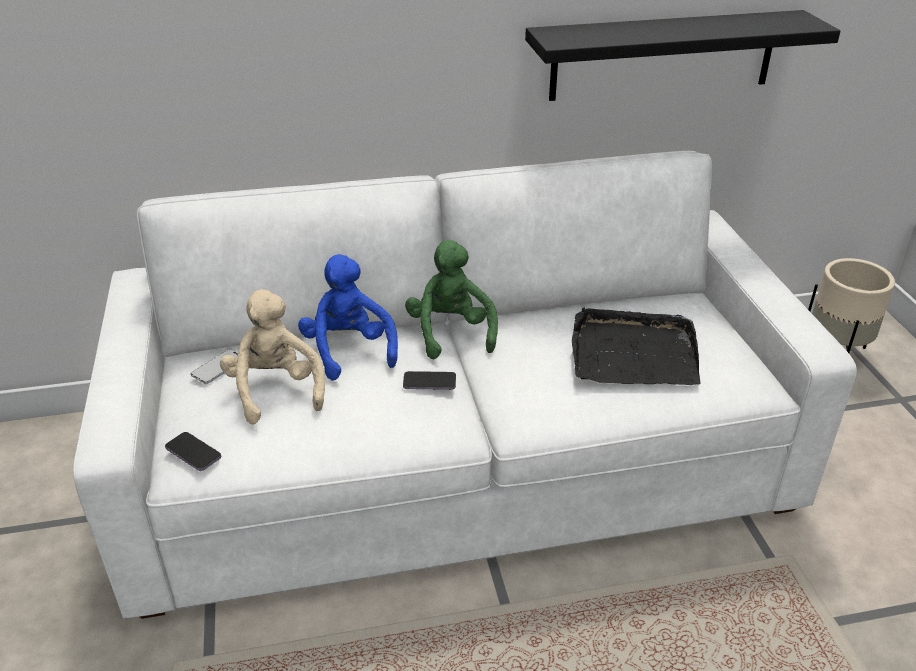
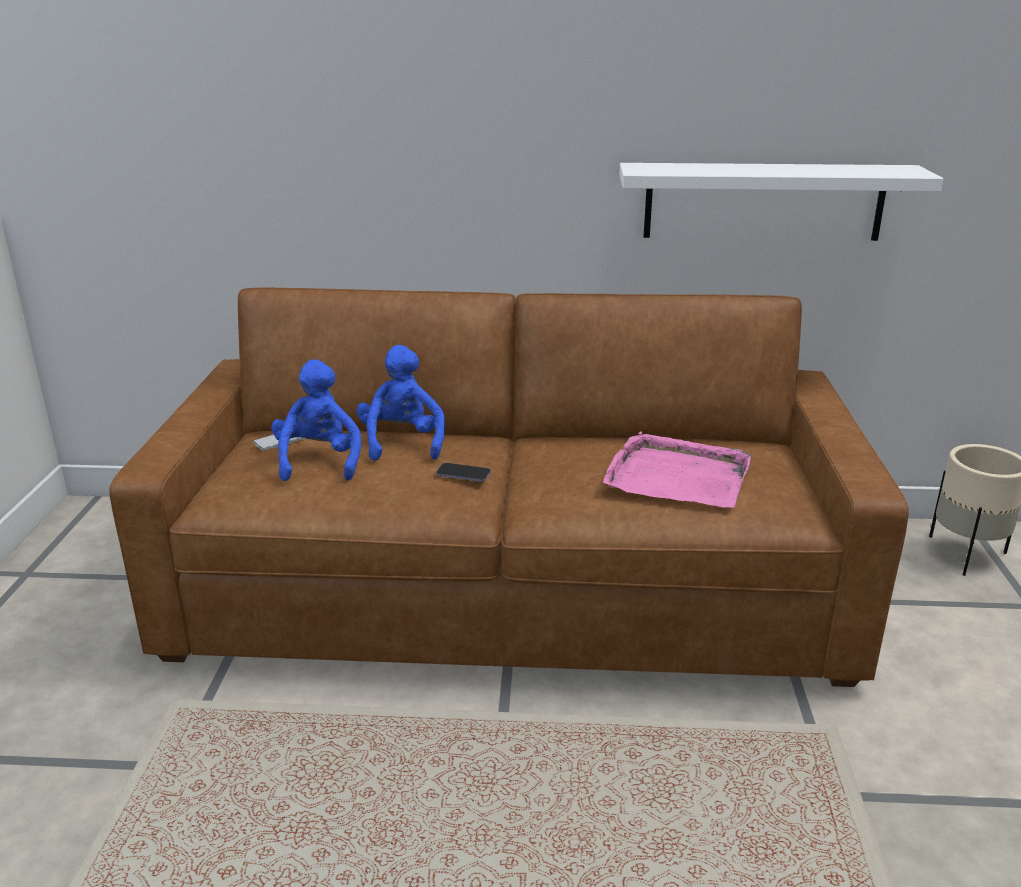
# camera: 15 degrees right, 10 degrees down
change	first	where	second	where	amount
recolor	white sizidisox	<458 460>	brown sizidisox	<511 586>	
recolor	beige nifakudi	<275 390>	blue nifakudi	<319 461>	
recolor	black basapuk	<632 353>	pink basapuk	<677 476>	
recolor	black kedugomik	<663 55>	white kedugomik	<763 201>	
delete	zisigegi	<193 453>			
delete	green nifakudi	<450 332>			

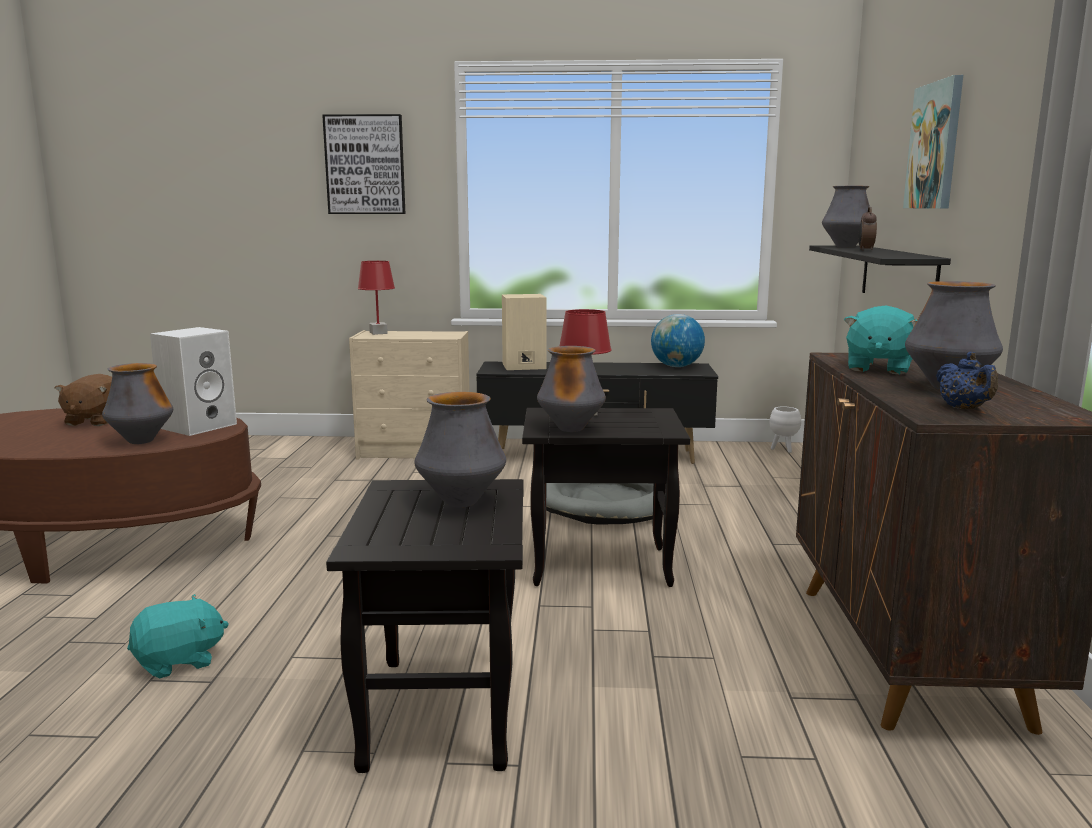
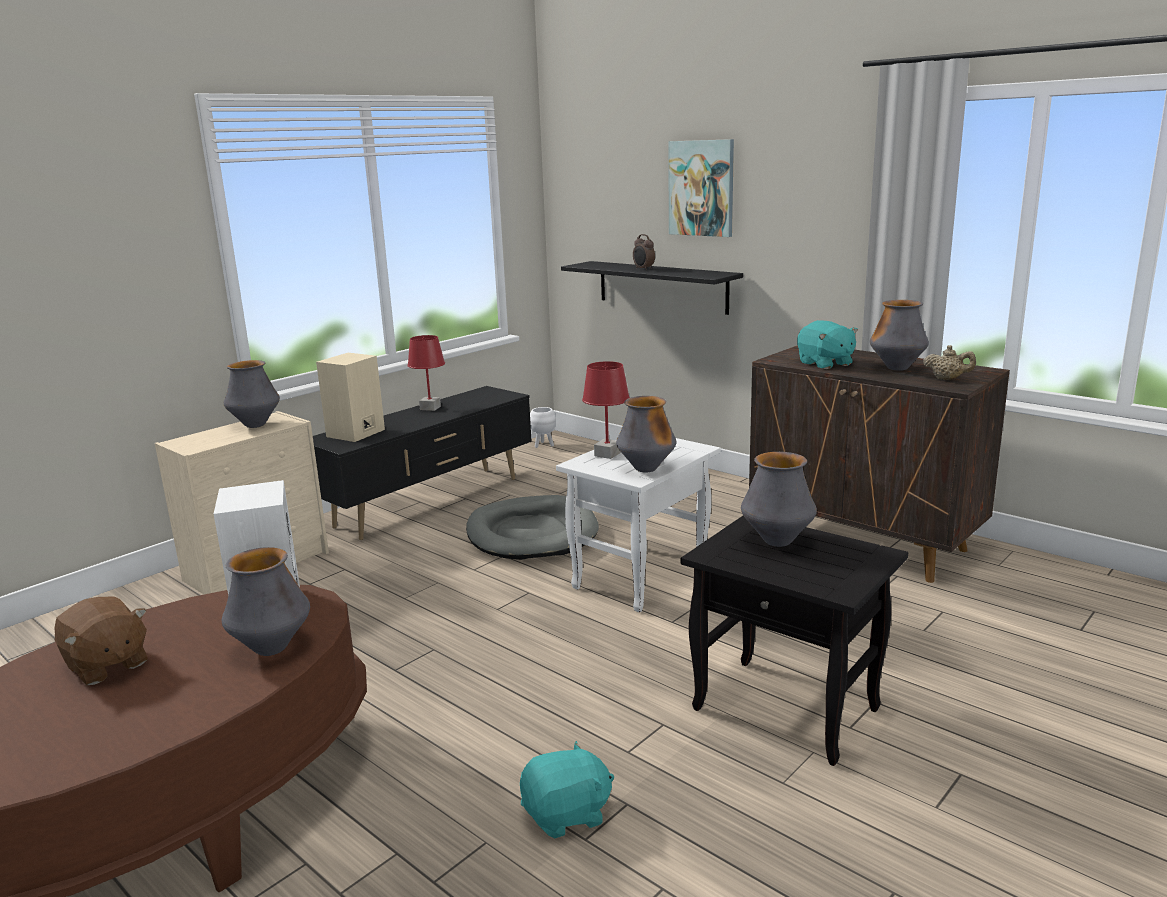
# camera: 50 degrees left, 5 degrees up
change	first	where	second	where	amount
move	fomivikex	<845 247>		<255 425>	
move	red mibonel	<378 333>		<430 408>	
rotate	turquoise nifakudi	<179 661>		<567 814>	60 degrees clockwise
recolor	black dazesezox	<598 567>	white dazesezox	<640 579>	
recolor	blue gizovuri	<964 408>	beige gizovuri	<947 379>	
delete	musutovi	<365 165>			
delete	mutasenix	<676 366>			

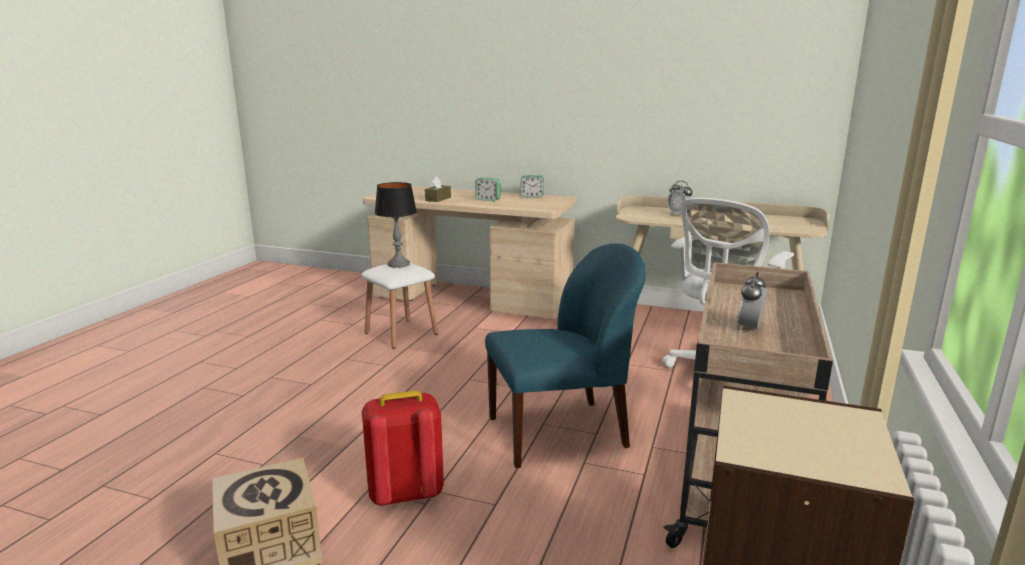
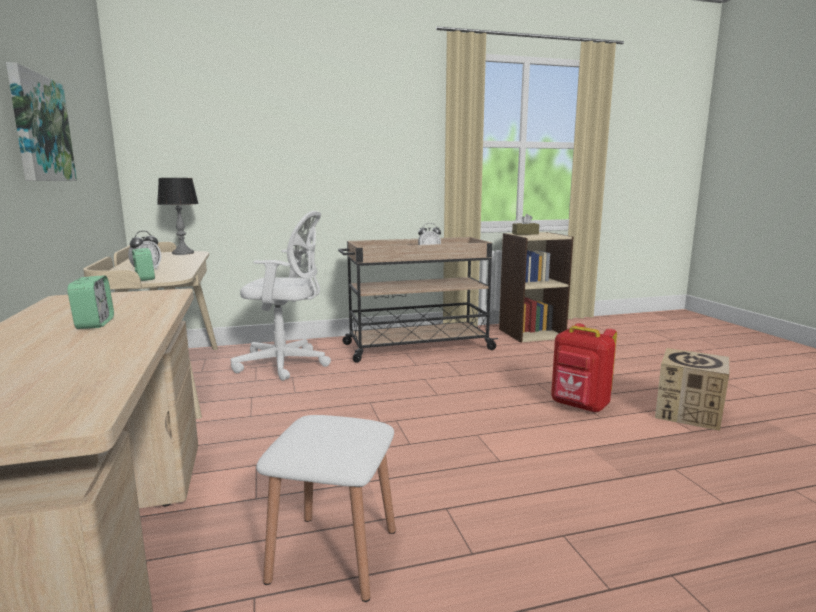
# camera: 125 degrees left, 5 degrees down
change	first	where	second	where	amount
insert			musutovi	<39 128>	
move	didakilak	<532 196>		<145 278>	
move	mibonel	<399 264>		<183 253>	
move	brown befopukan	<438 199>		<525 234>	
delete	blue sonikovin	<560 432>			

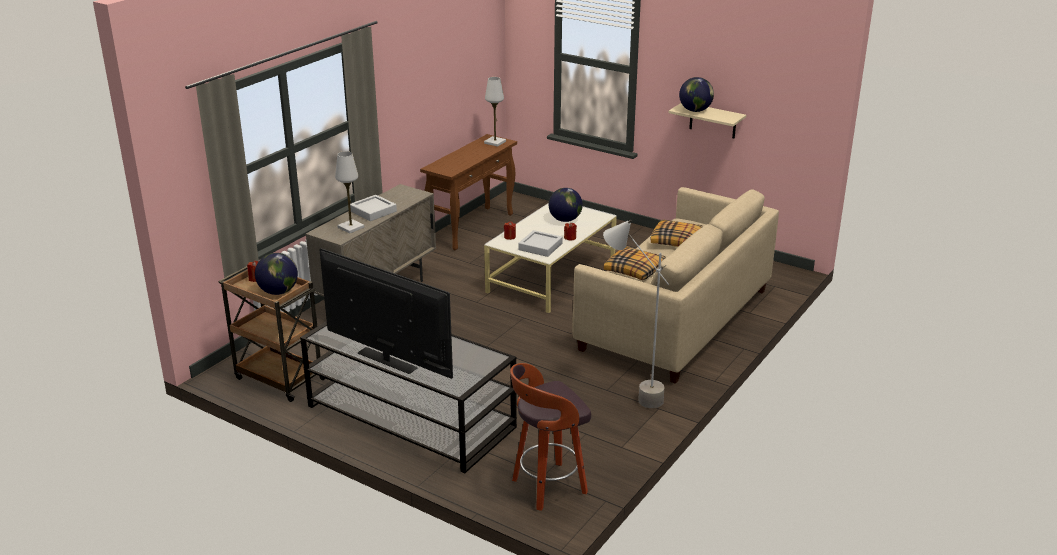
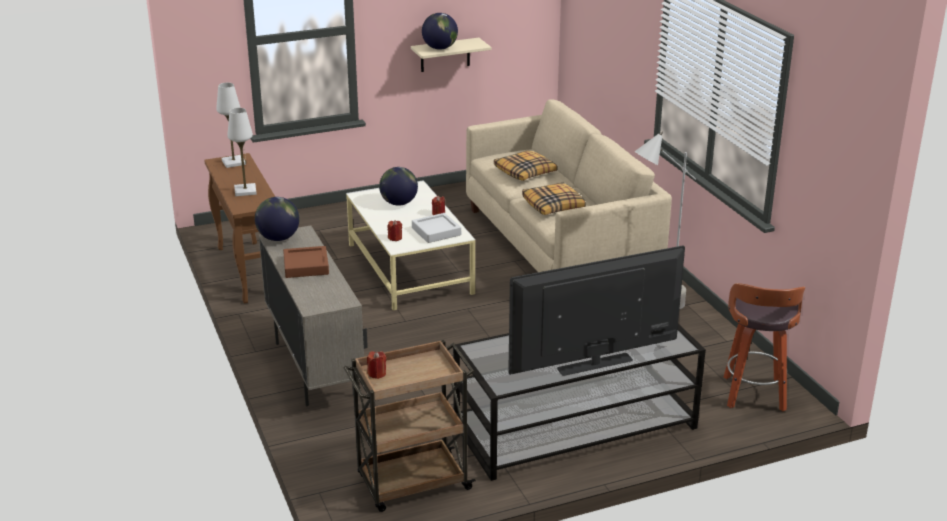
# camera: 55 degrees left, 0 degrees up
change	first	where	second	where	amount
move	white mibonel	<351 227>		<245 191>	
move	mutasenix	<278 291>		<278 238>	
recolor	grey basapuk	<373 211>	brown basapuk	<306 266>	

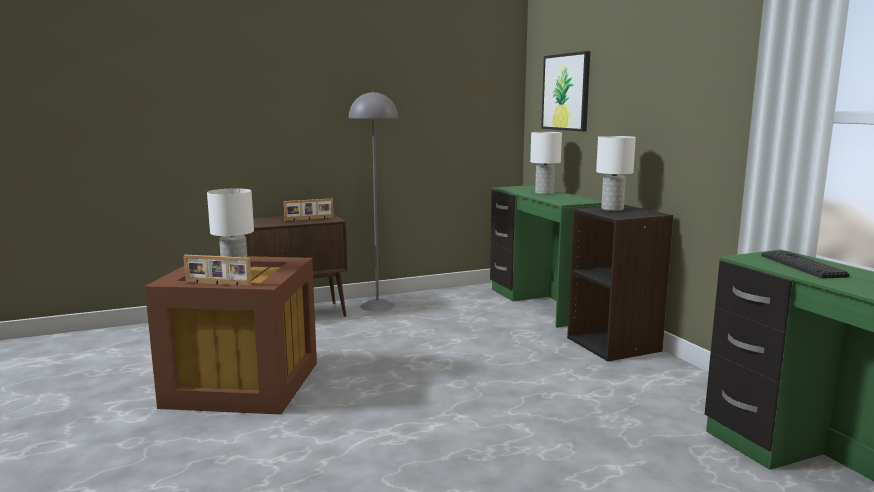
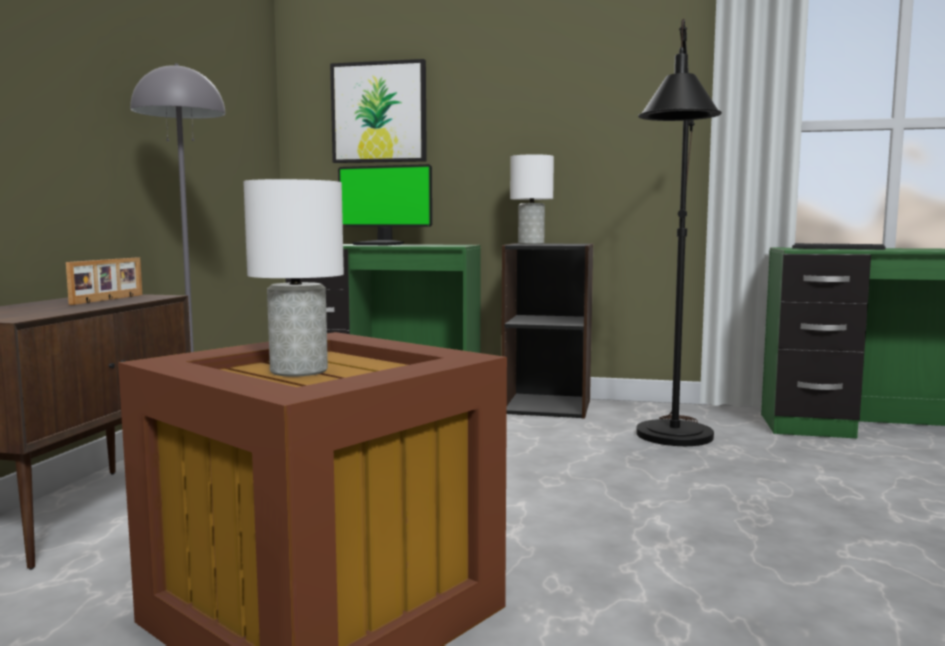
# camera: 55 degrees left, 5 degrees down
change	first	where	second	where	amount
replace	white mibonel	<544 193>	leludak	<380 244>	
insert			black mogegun	<672 441>	
delete	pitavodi	<217 284>			

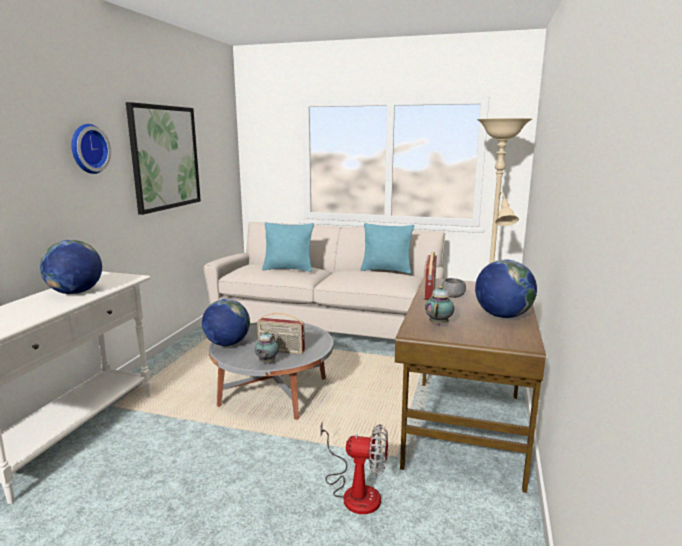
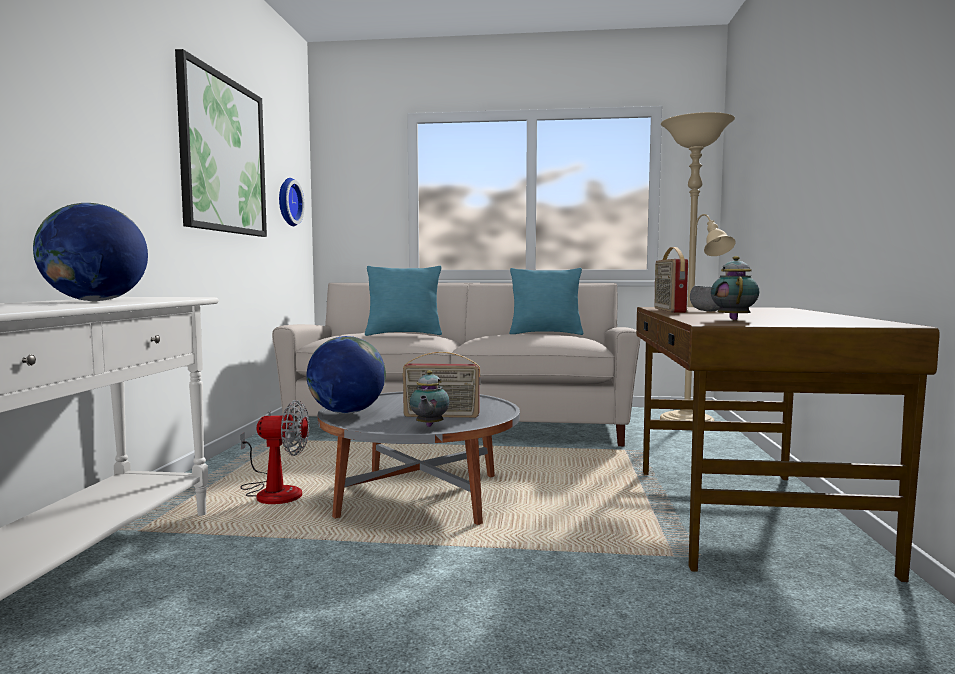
# camera: 10 degrees left, 10 degrees down
change	first	where	second	where	amount
move	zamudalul	<354 491>		<273 492>	
move	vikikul	<87 149>		<287 202>	
delete	mutasenix	<502 316>			

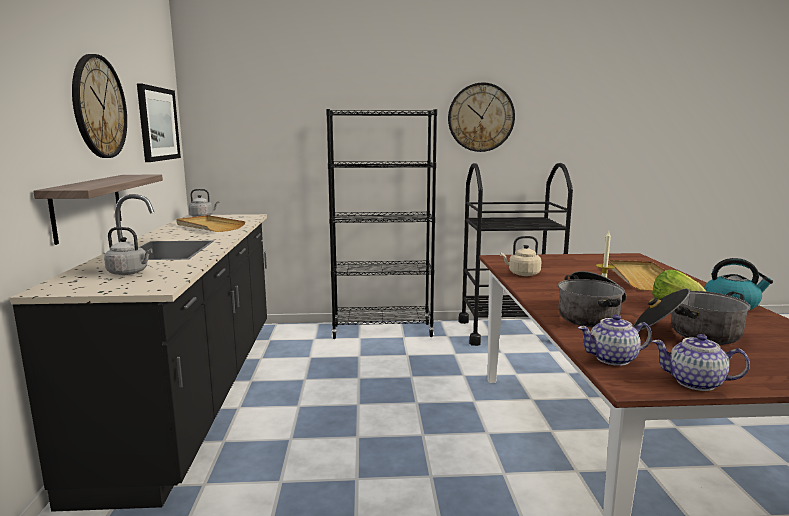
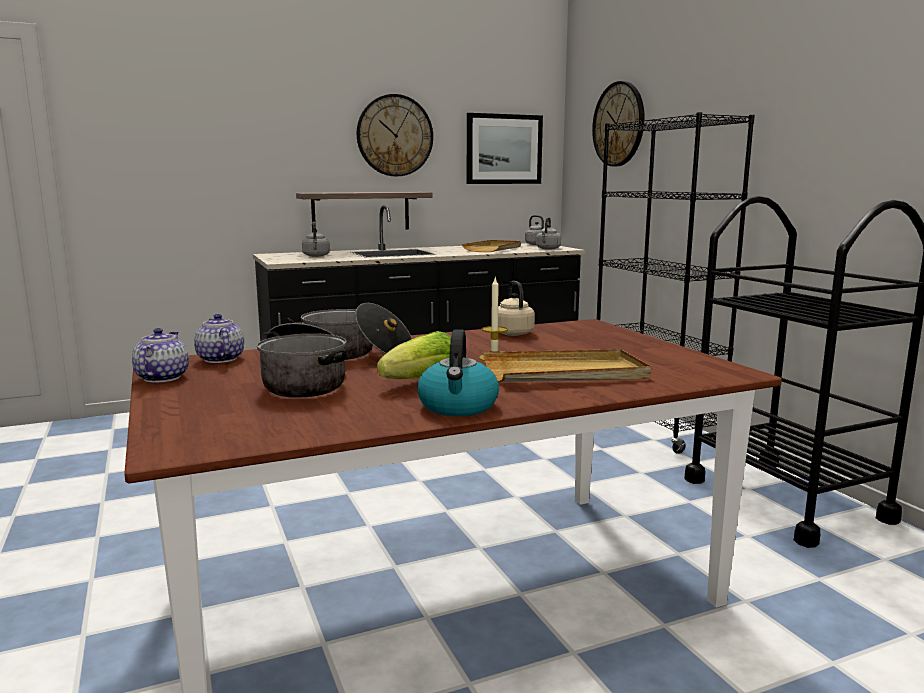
# camera: 70 degrees right, 0 degrees up
change	first	where	second	where	amount
insert			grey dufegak	<547 249>	
move	vikikul	<481 117>		<619 124>	

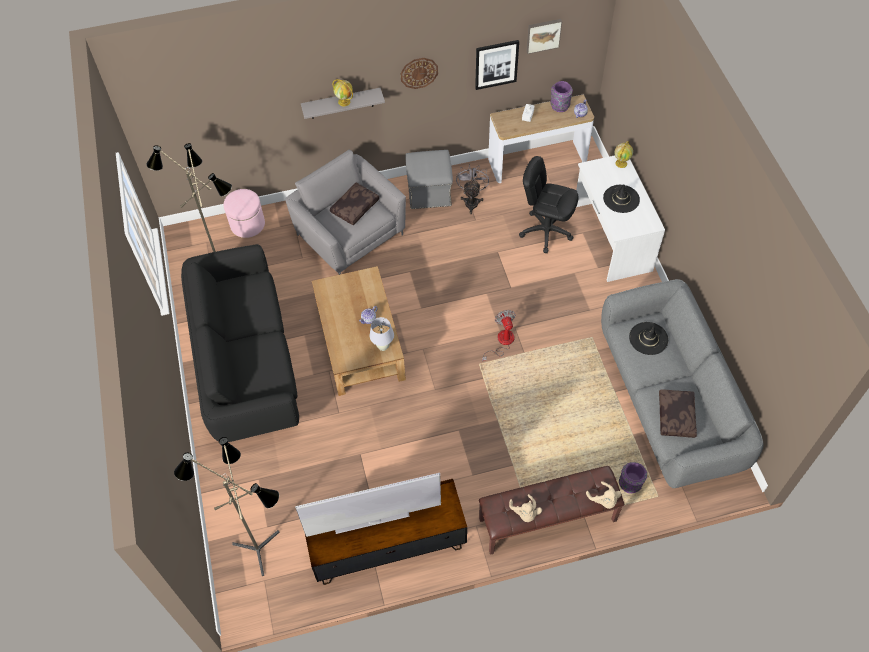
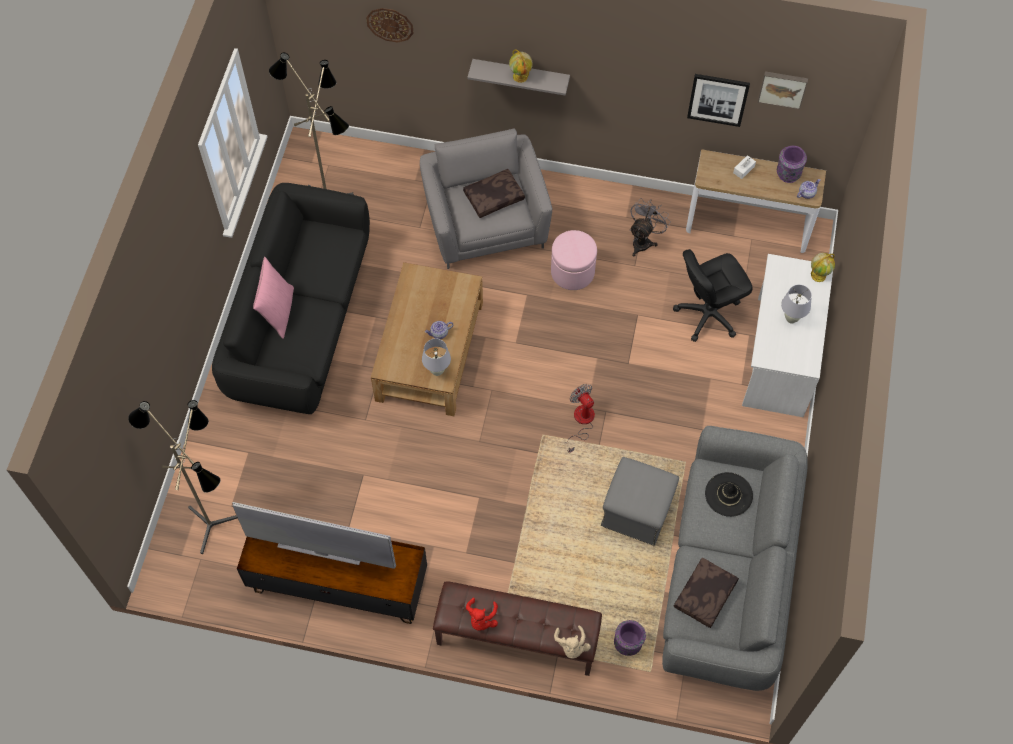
# camera: 25 degrees right, 5 degrees up
change	first	where	second	where	amount
insert			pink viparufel	<278 312>	
move	vikikul	<419 72>		<390 24>	
recolor	beige nifakudi	<525 513>	red nifakudi	<481 619>	
move	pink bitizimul	<247 224>		<572 272>	
rotate	zamudalul	<502 342>		<581 422>	45 degrees counterclockwise
move	grey bitizimul	<430 192>		<637 512>	
rotate	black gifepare	<546 231>		<707 314>	75 degrees counterclockwise
replace	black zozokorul	<621 199>	white mibonel	<791 319>	

